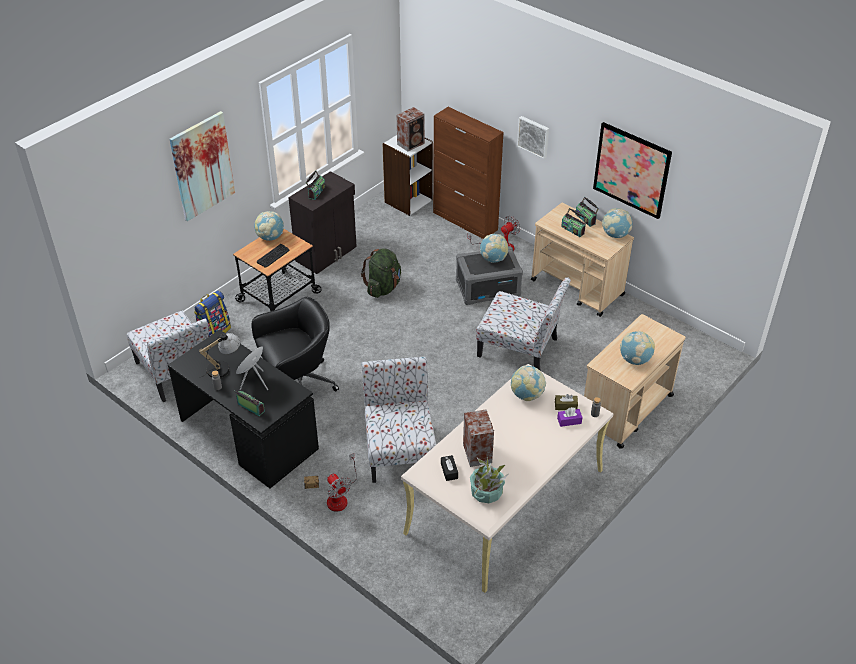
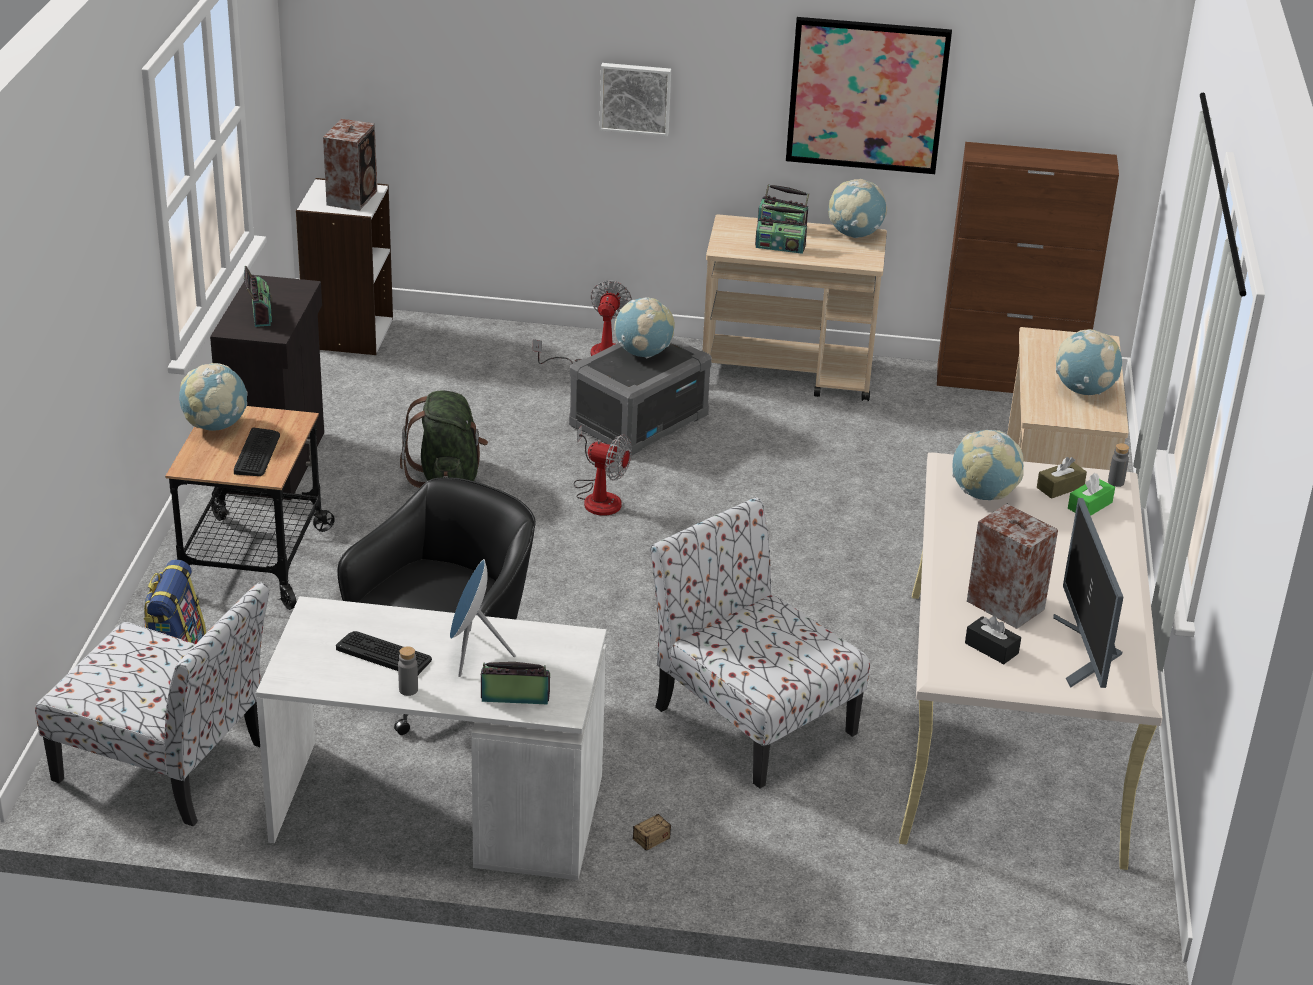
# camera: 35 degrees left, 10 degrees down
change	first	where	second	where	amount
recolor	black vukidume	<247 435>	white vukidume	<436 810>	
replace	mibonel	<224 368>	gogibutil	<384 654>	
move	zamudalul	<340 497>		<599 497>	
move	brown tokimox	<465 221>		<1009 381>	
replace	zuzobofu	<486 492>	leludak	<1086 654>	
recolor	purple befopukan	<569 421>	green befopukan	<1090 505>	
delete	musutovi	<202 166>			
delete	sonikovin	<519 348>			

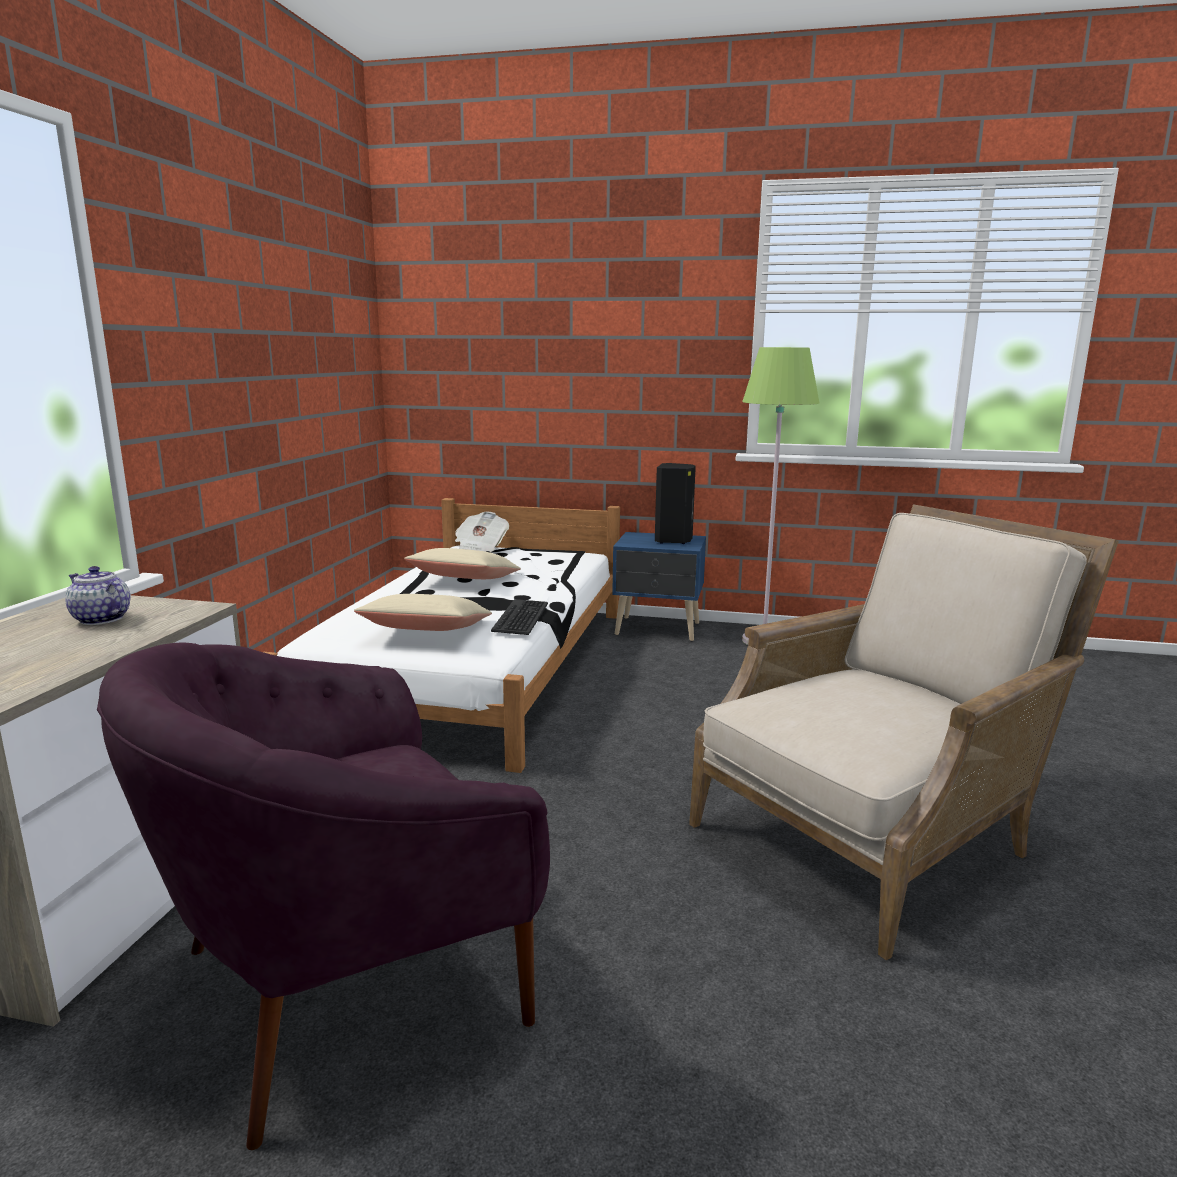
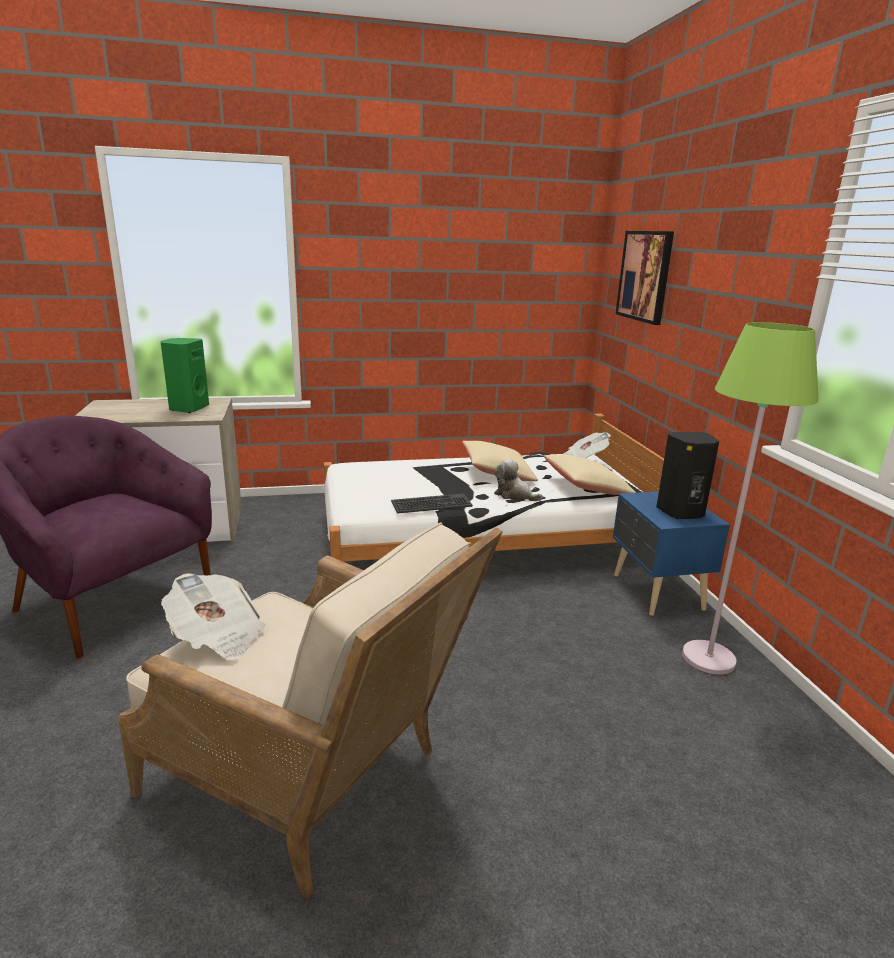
# camera: 65 degrees right, 5 degrees up
change	first	where	second	where	amount
replace	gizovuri	<100 619>	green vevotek	<187 408>	
insert			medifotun	<217 636>	
insert			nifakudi	<514 495>	
move	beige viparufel	<427 633>		<586 488>	
insert			musutovi	<645 276>	

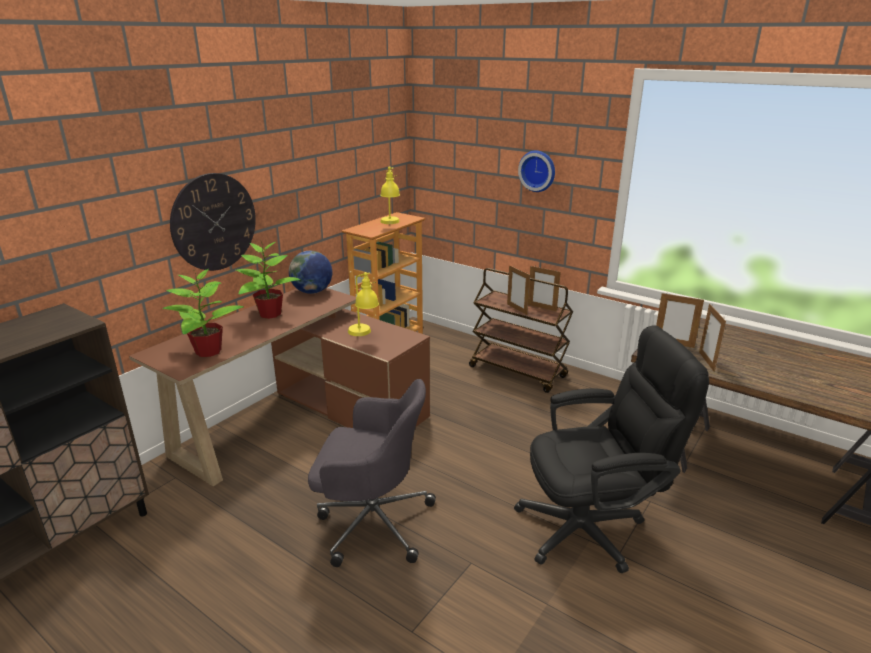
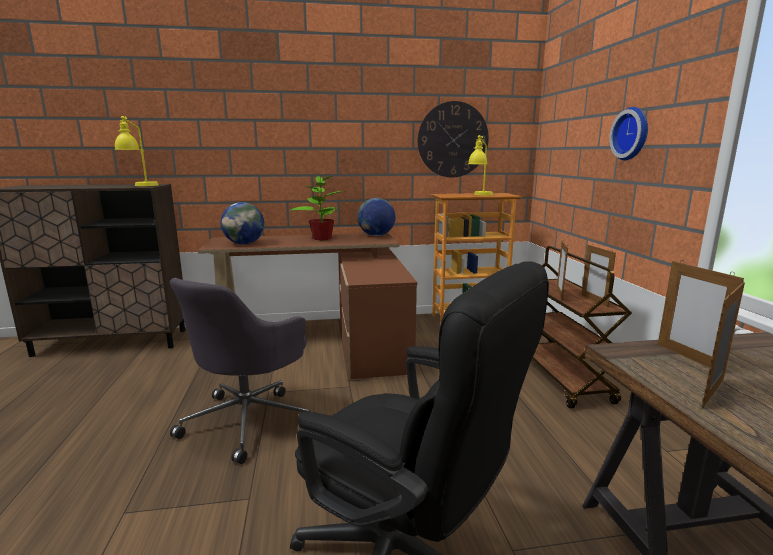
# camera: 45 degrees right, 10 degrees down
change	first	where	second	where	amount
move	yellow mibonel	<364 335>		<140 186>	
rotate	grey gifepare	<372 521>		<249 420>	60 degrees clockwise
replace	zuzobofu	<207 351>	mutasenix	<244 243>	
move	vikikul	<214 222>		<453 140>	

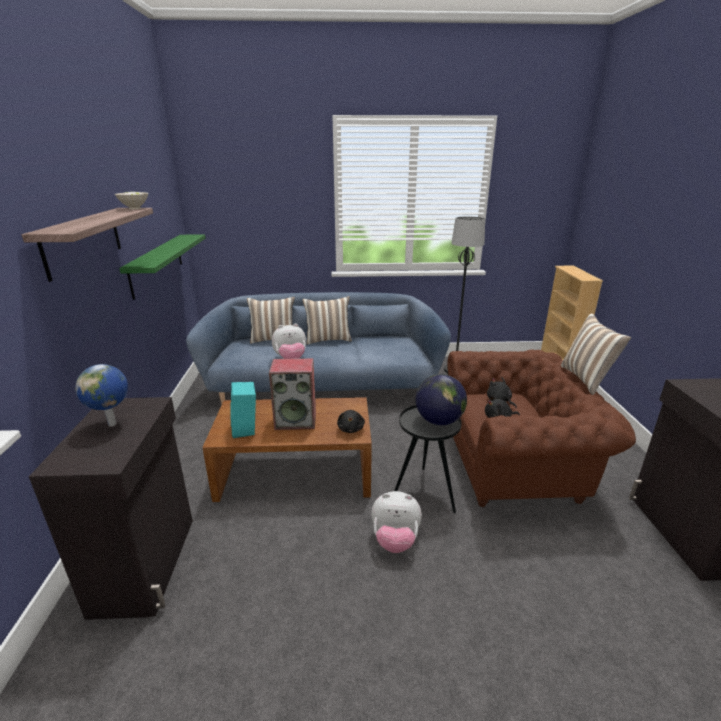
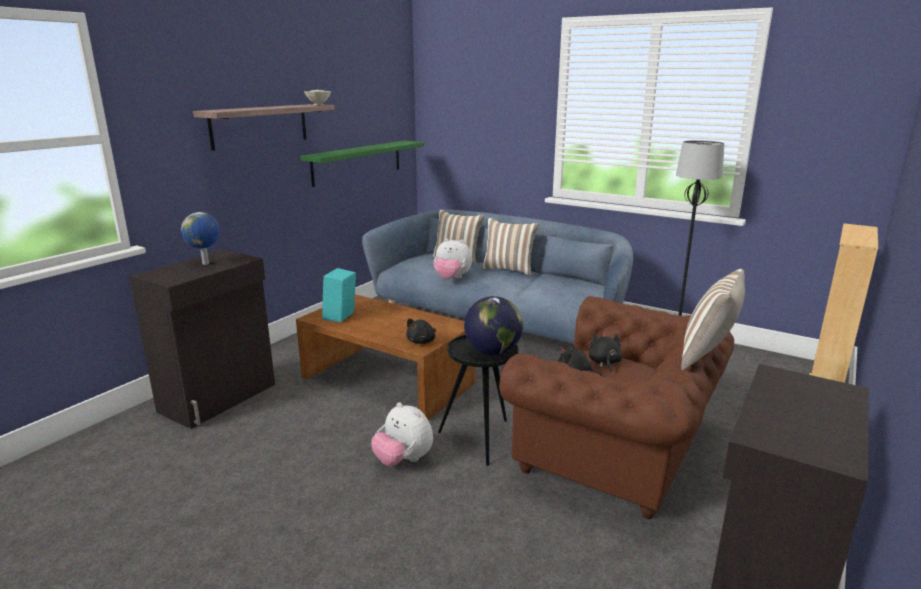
# camera: 35 degrees right, 5 degrees down
change	first	where	second	where	amount
delete	vevotek	<296 420>			

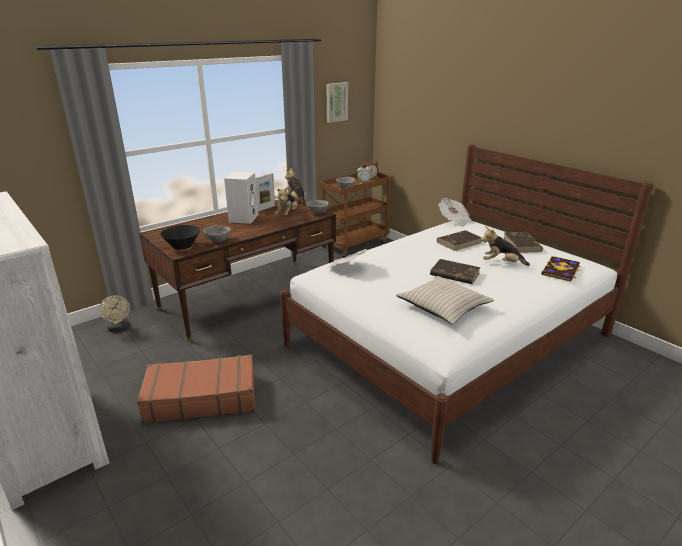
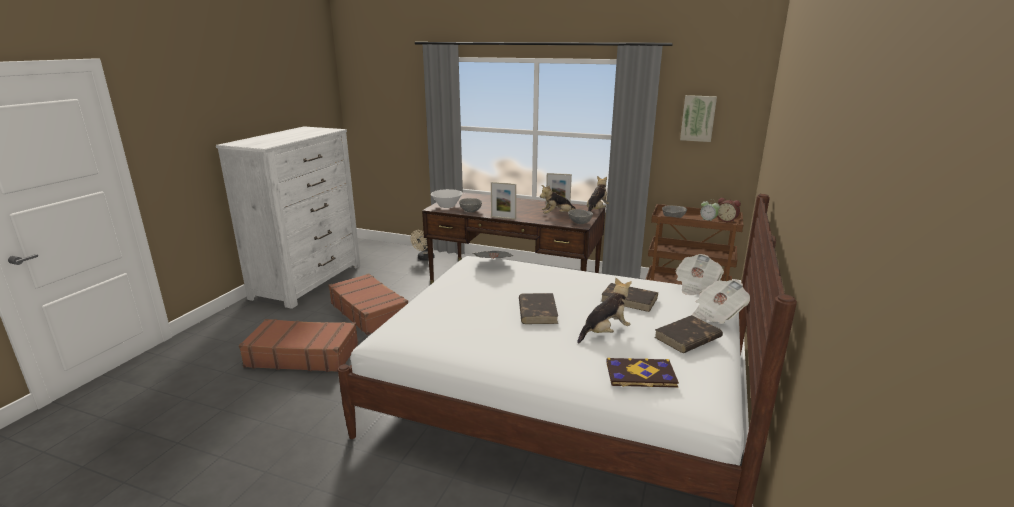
# camera: 60 degrees right, 5 degrees down
change	first	where	second	where	amount
insert			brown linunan	<303 355>	
recolor	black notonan	<182 246>	white notonan	<447 206>	
insert			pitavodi	<503 218>	
rotate	nifakudi	<501 263>		<605 332>	75 degrees clockwise
insert			medifotun	<717 314>	
delete	white vevotek	<243 218>			
delete	beige viparufel	<443 307>			

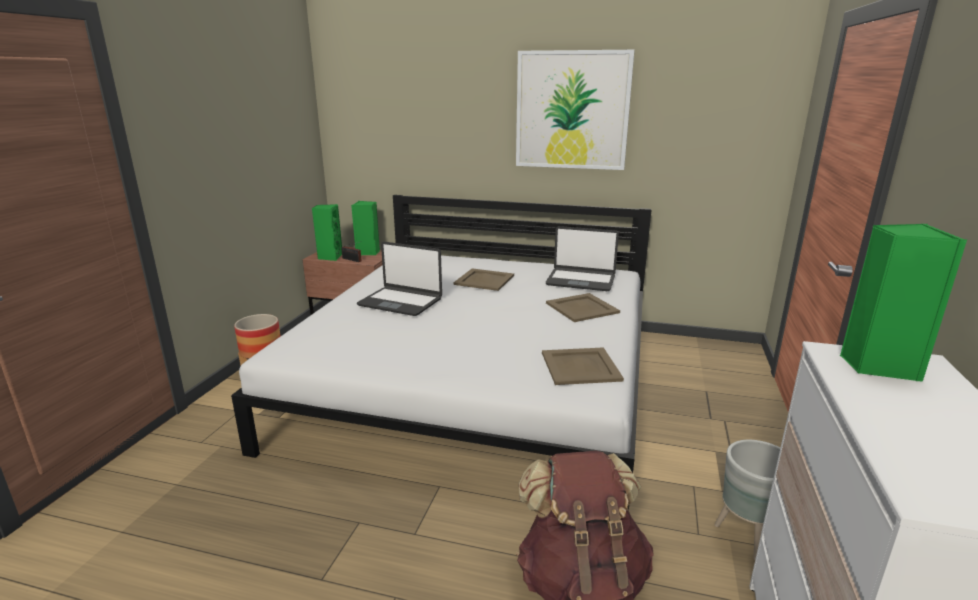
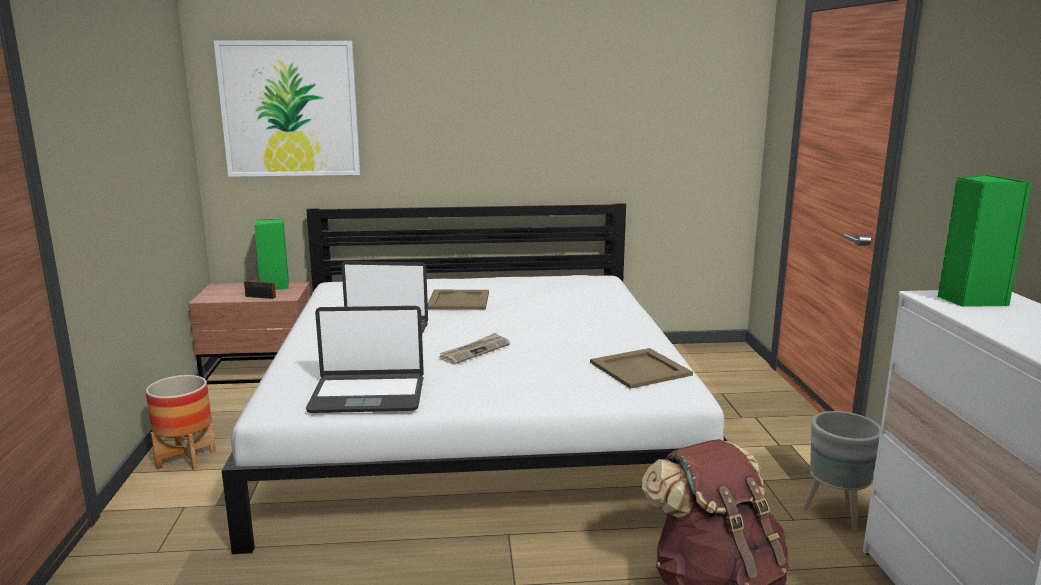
# camera: 20 degrees left, 5 degrees down
change	first	where	second	where	amount
move	musutovi	<572 110>		<290 109>	
move	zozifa	<580 280>		<368 395>	
insert			medifotun	<475 351>	
delete	green vevotek	<330 257>			
delete	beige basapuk	<581 308>			

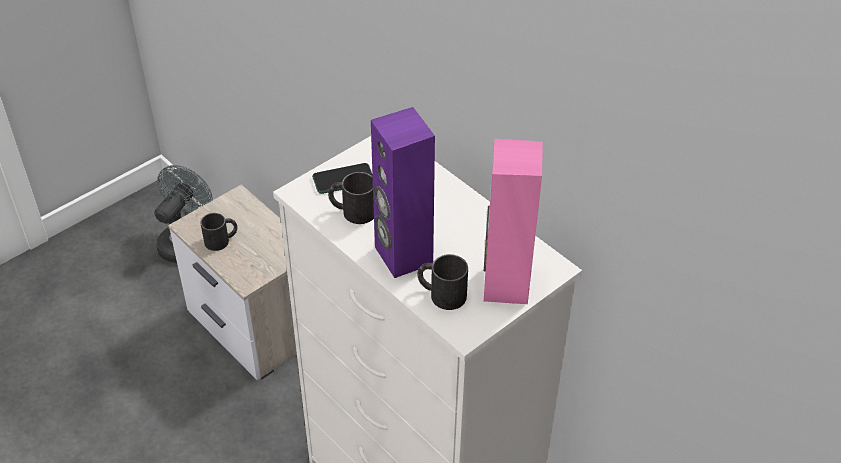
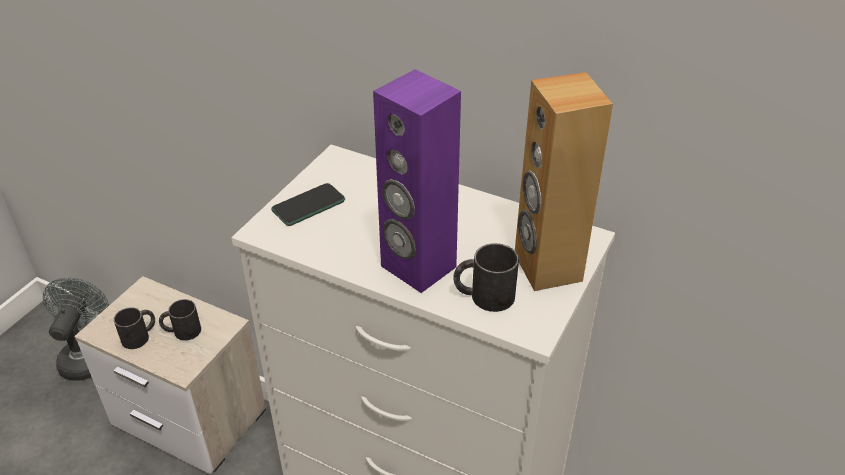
# camera: 20 degrees left, 5 degrees down
change	first	where	second	where	amount
move	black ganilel	<352 211>		<181 331>	
recolor	pink vevotek	<505 284>	brown vevotek	<546 267>	

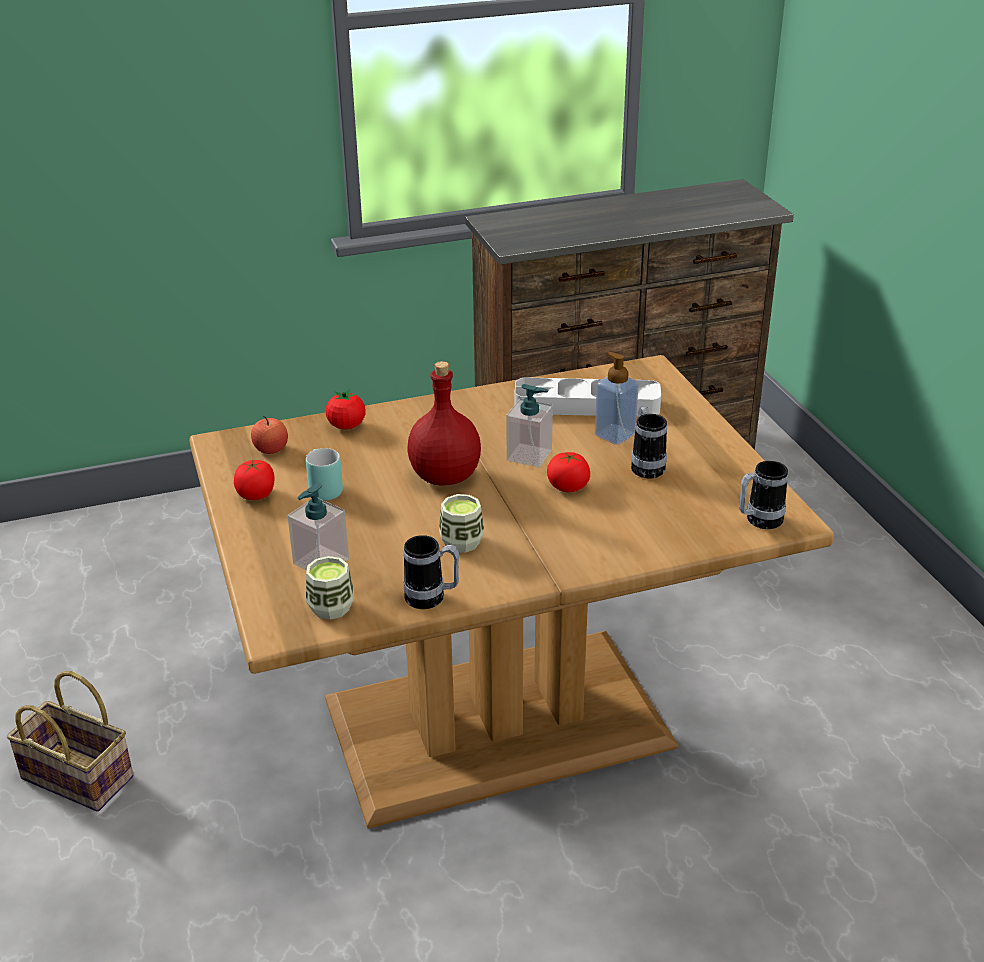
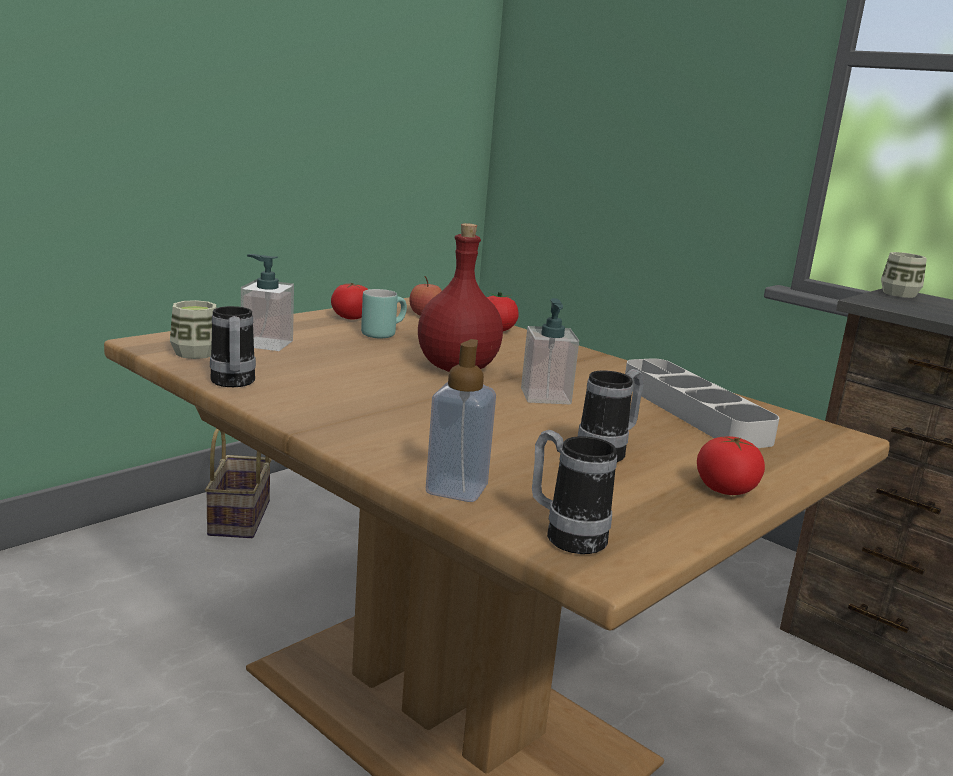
# camera: 60 degrees right, 15 degrees down
change	first	where	second	where	amount
move	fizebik	<615 435>		<456 489>	
move	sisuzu	<568 487>		<725 489>	
move	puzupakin	<462 542>		<899 294>	

